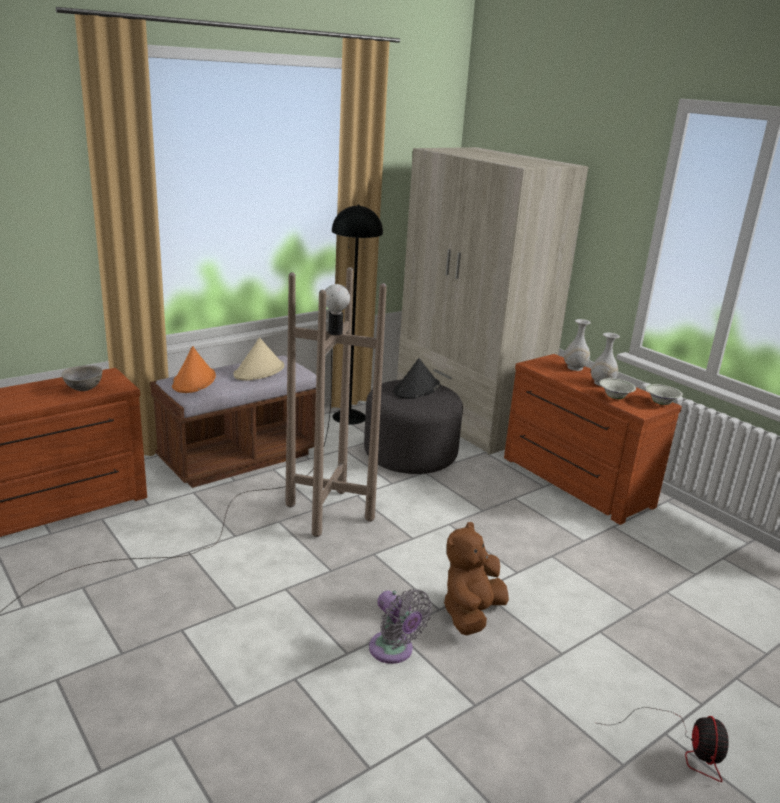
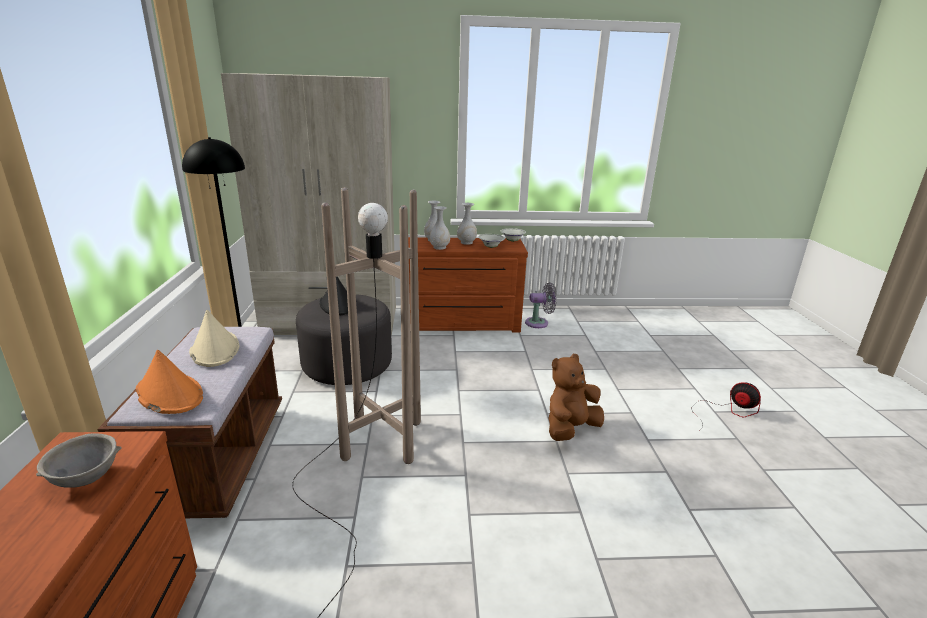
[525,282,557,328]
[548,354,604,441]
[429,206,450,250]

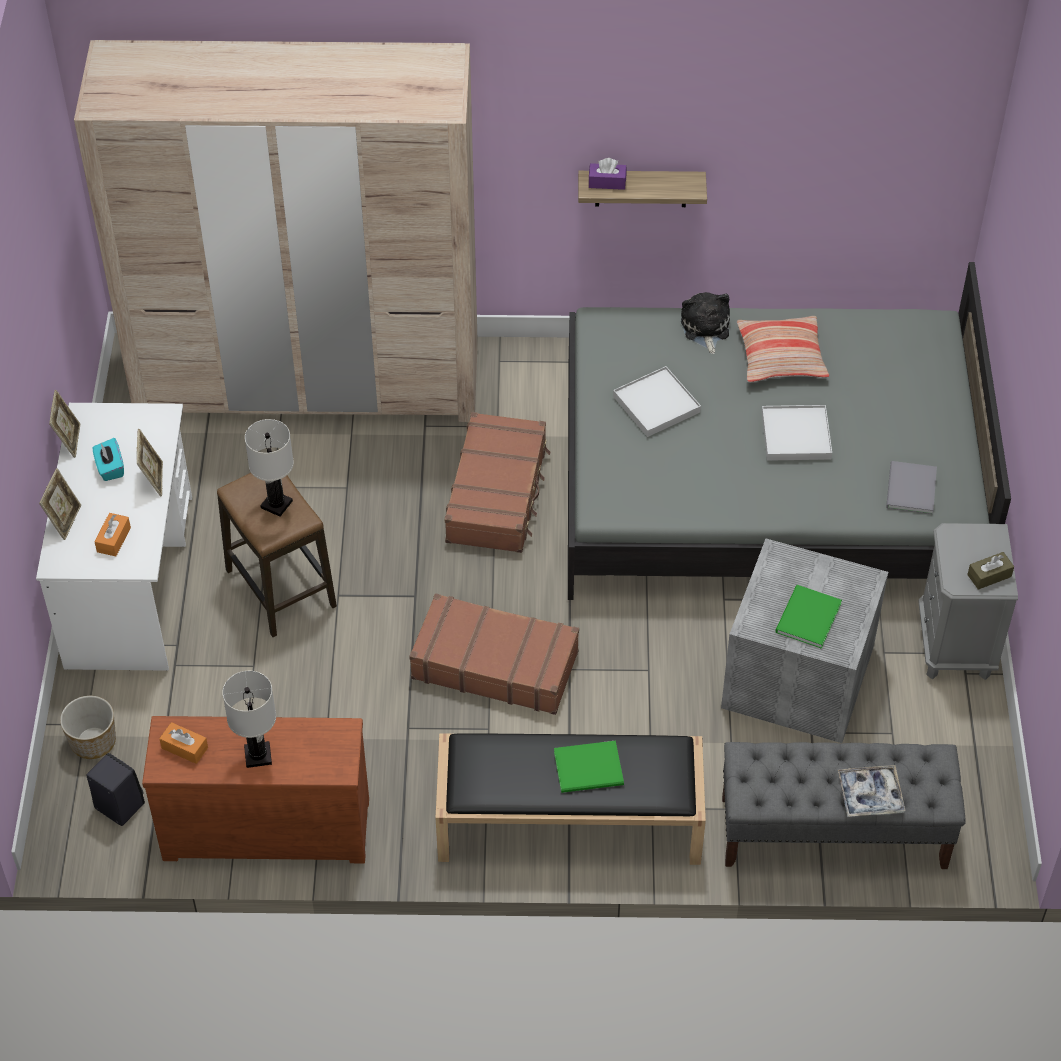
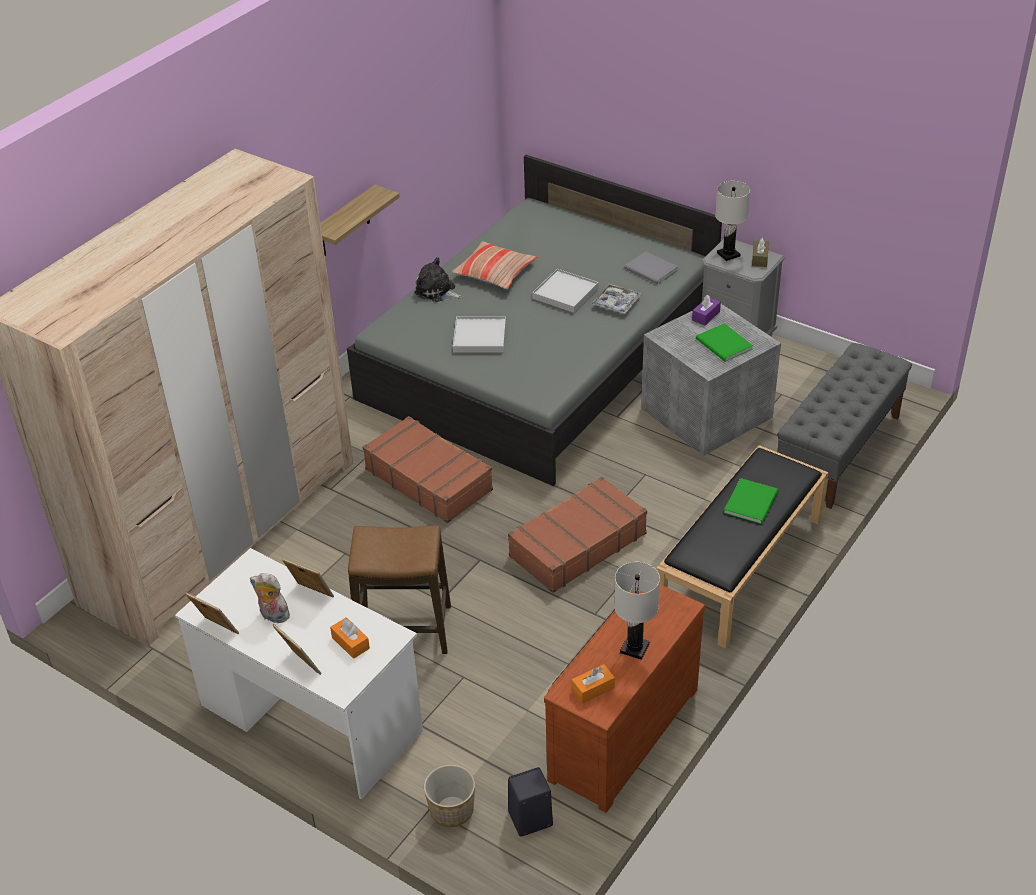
[250,573,290,623]
[715,181,750,261]
[692,295,721,326]
[592,283,641,314]

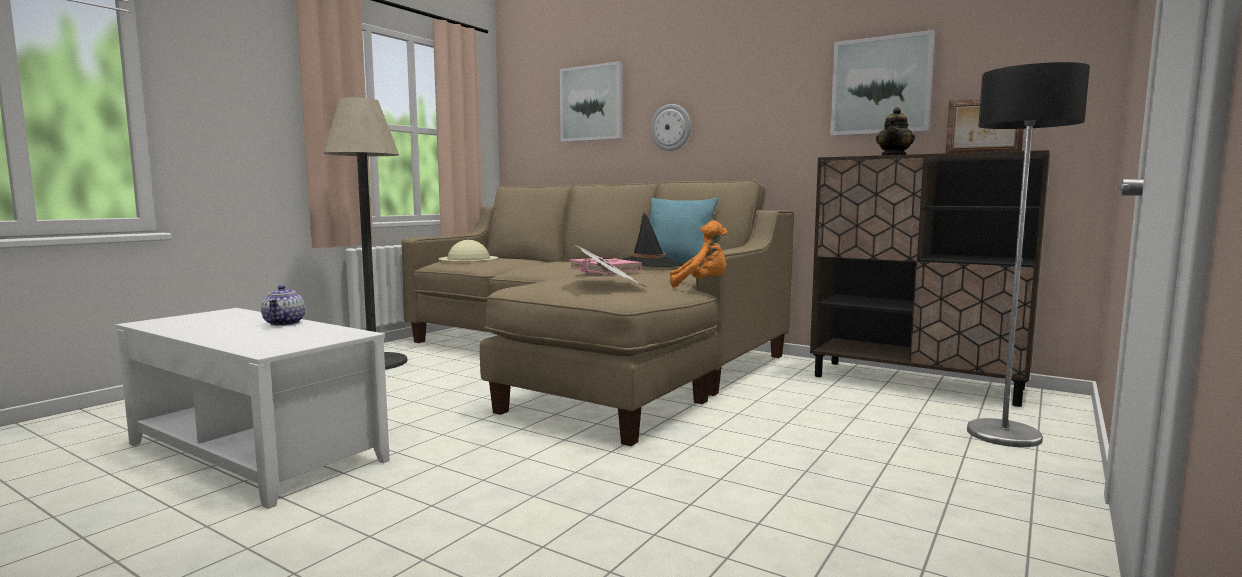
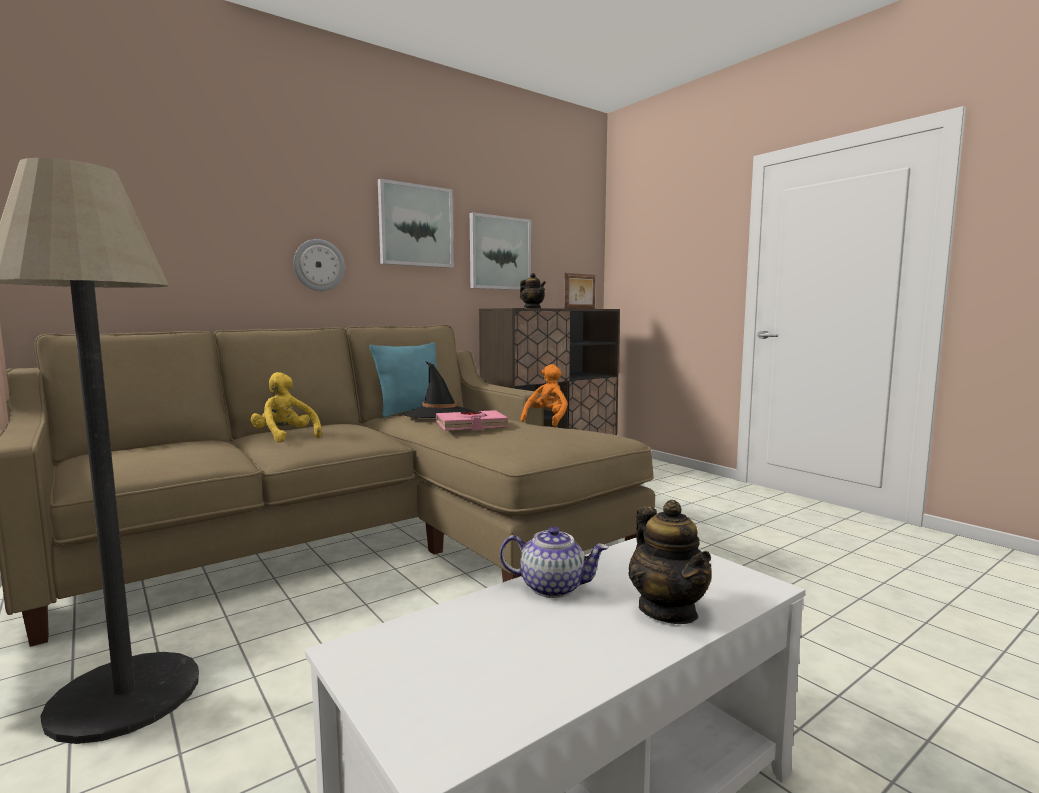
[439,240,498,262] (first image)
[378,179,454,268]
[572,244,648,287] (first image)
[967,62,1090,447] (first image)
[251,372,322,443]
[628,500,712,624]

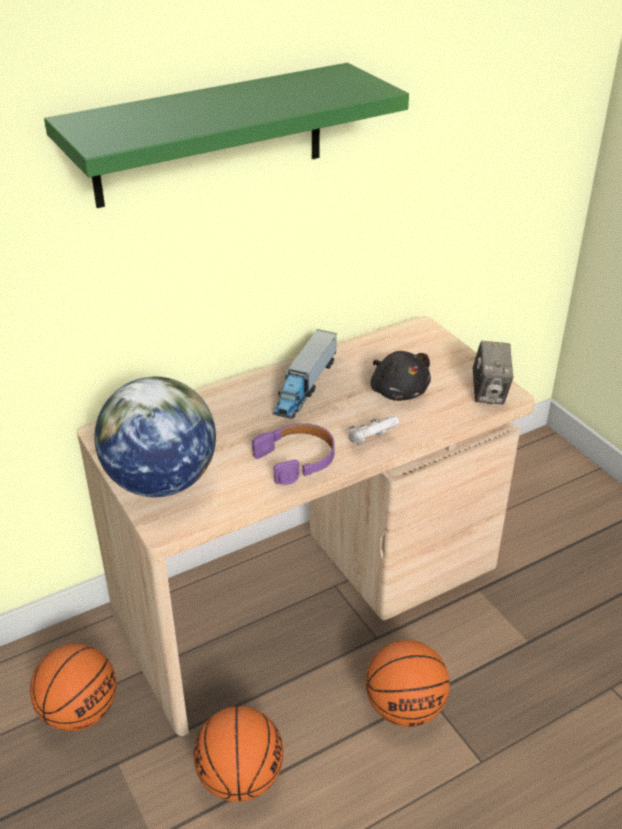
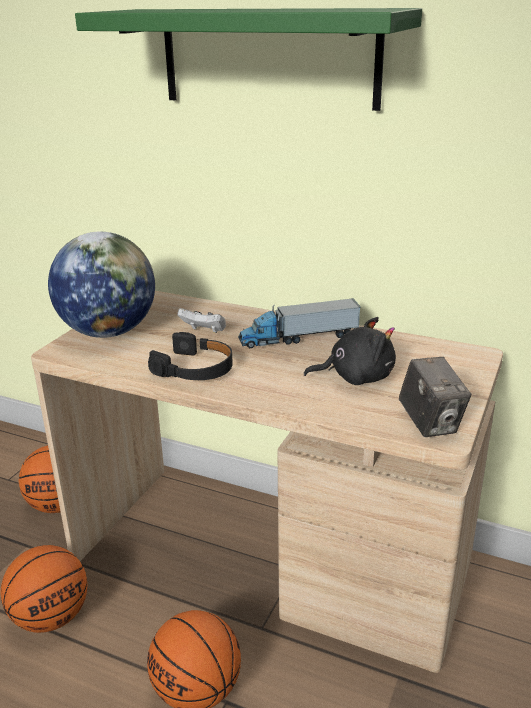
[148,332,233,380]
[178,308,226,333]
[304,317,396,385]
[398,357,471,437]

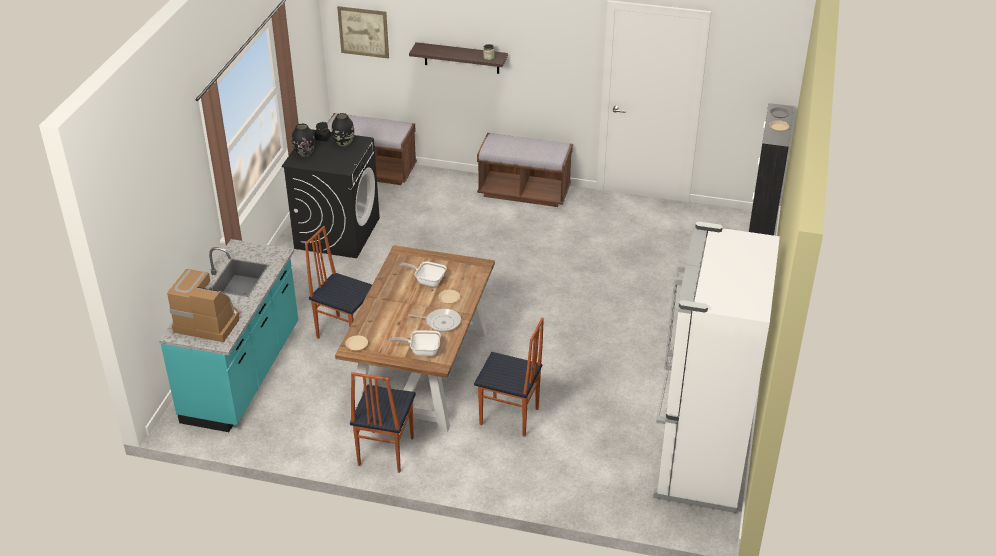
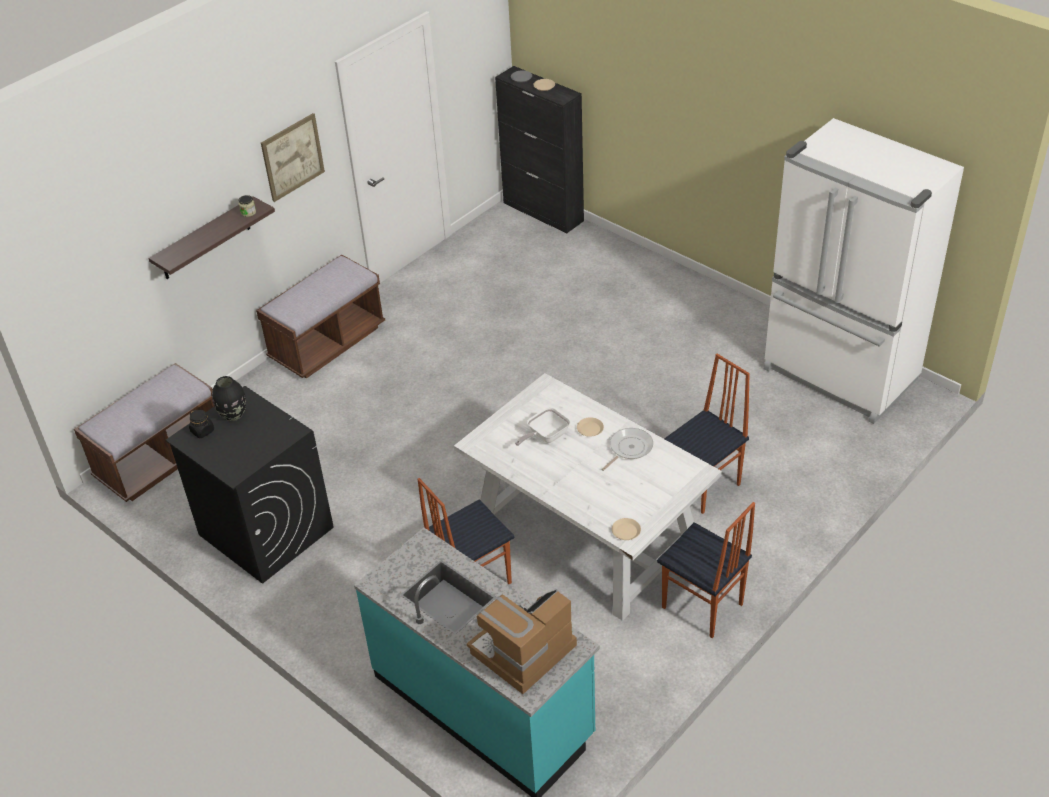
[292,124,315,157] (first image)
[454,373,722,621]
[261,113,325,202]
[389,330,441,356] (first image)

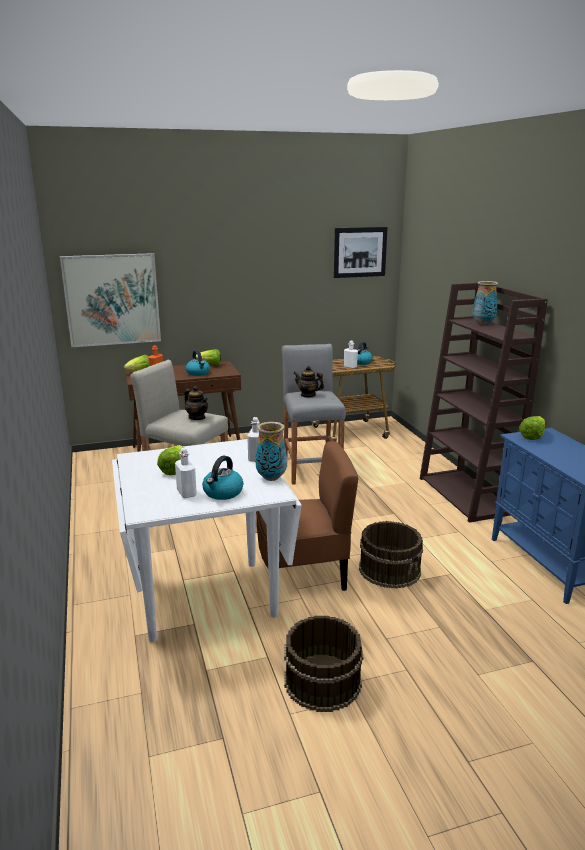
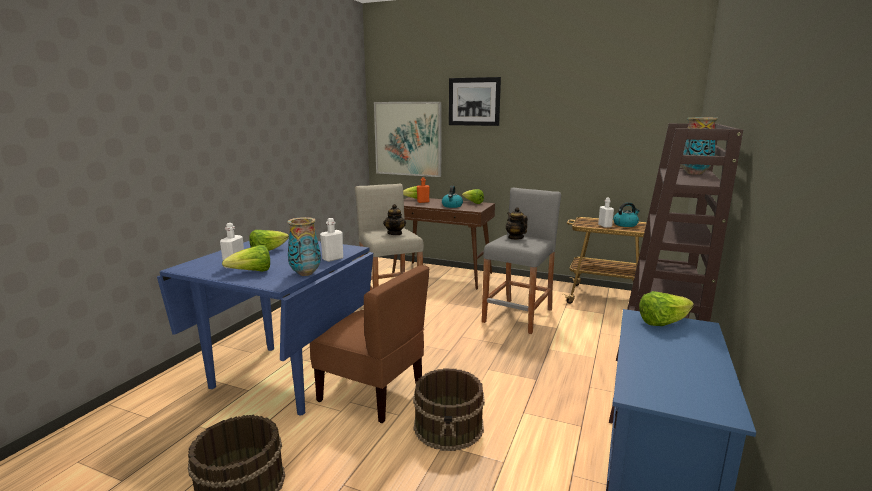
[157,238,373,415]
[222,245,270,272]
[449,77,501,126]

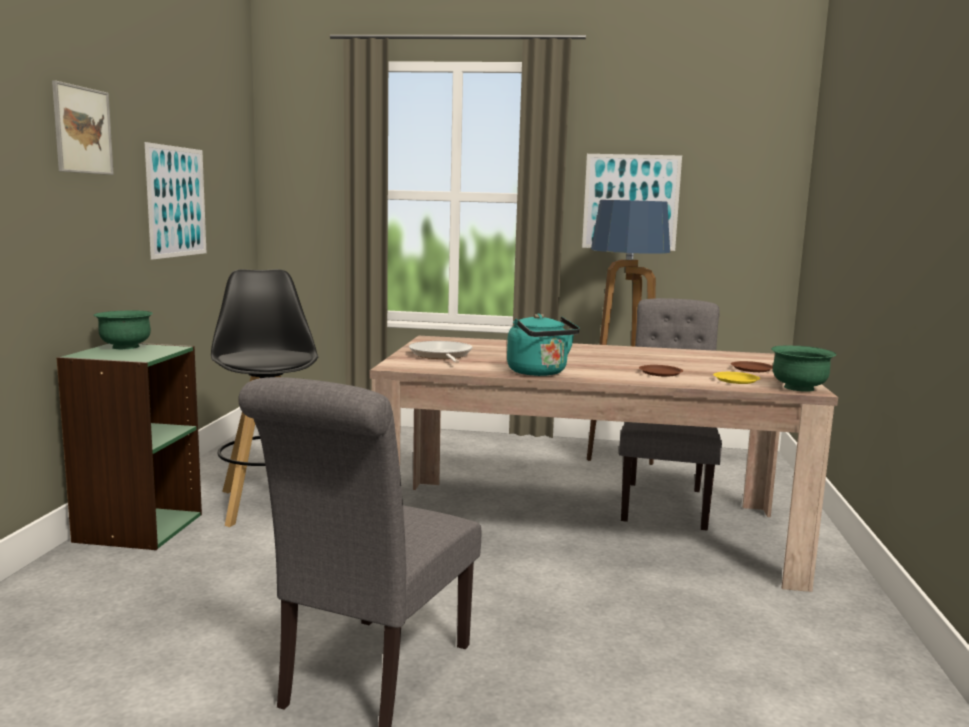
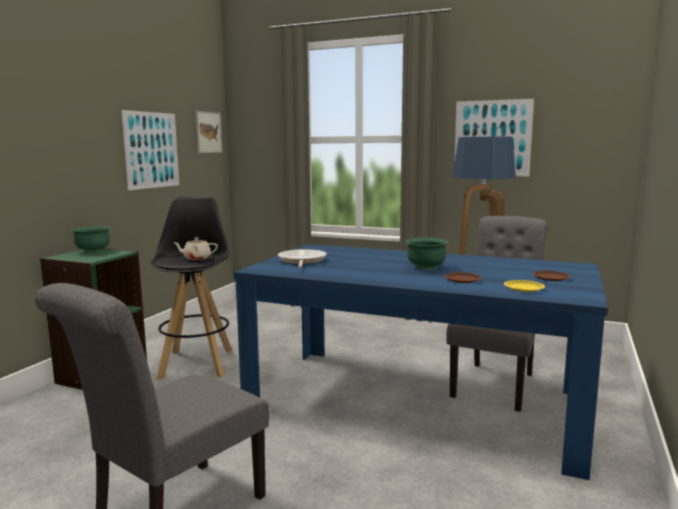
[195,111,223,153]
[233,244,608,480]
[507,314,580,376] (first image)
[405,238,449,270]
[173,237,218,260]

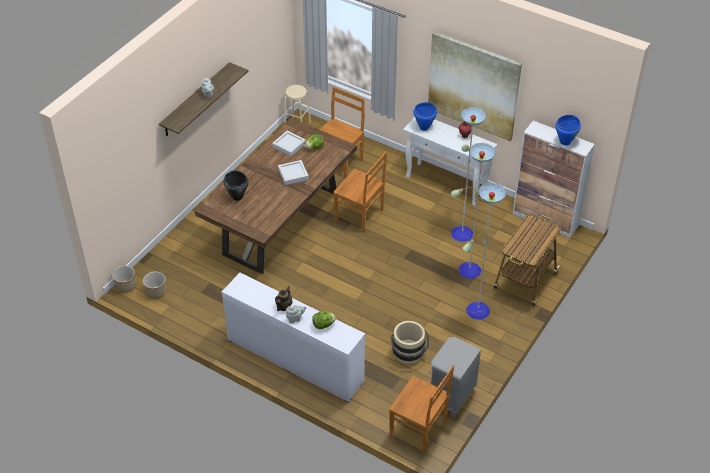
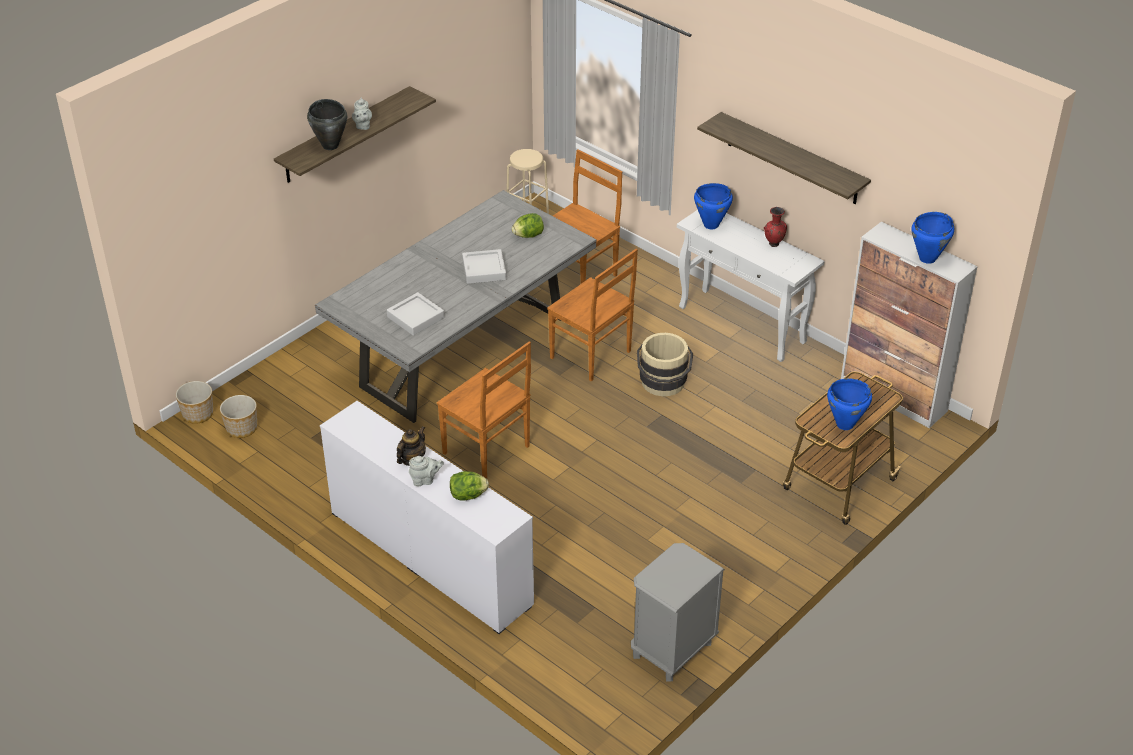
[315,190,596,423]
[307,99,347,150]
[387,292,445,336]
[437,341,531,479]
[637,333,693,396]
[697,112,871,204]
[451,107,506,320] (first image)
[827,378,872,430]

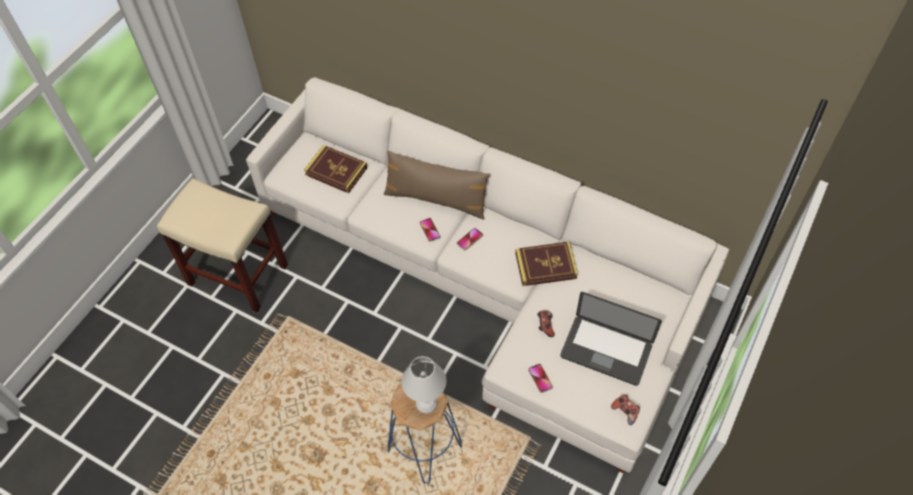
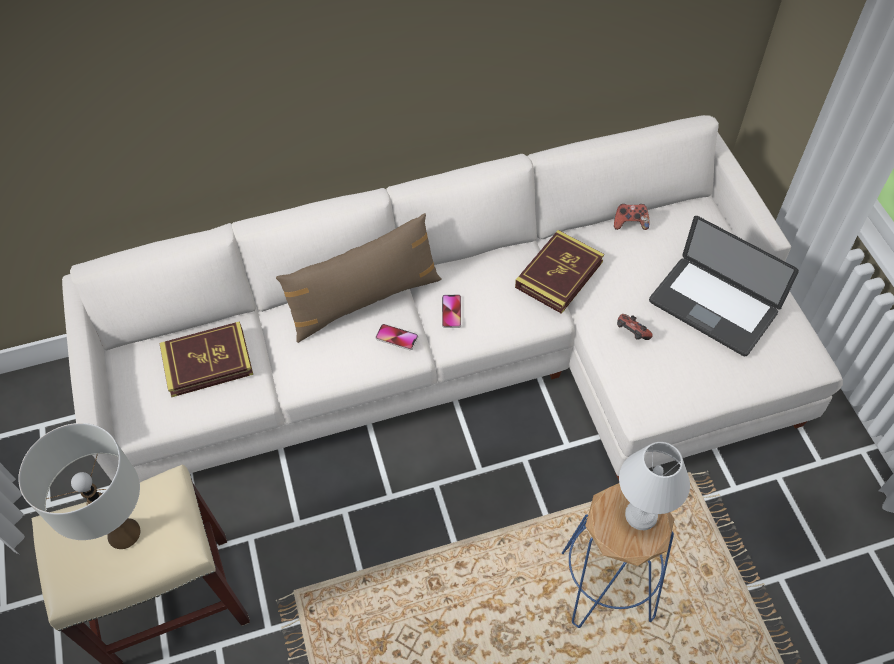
[528,364,553,393] (first image)
[649,216,799,356]
[614,204,649,230]
[18,423,140,549]

